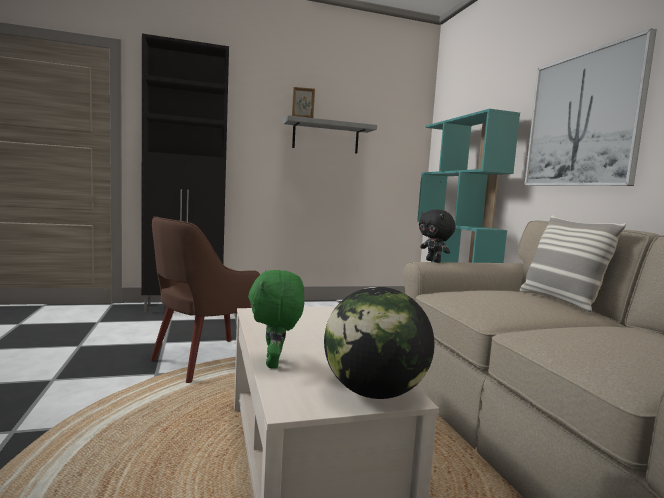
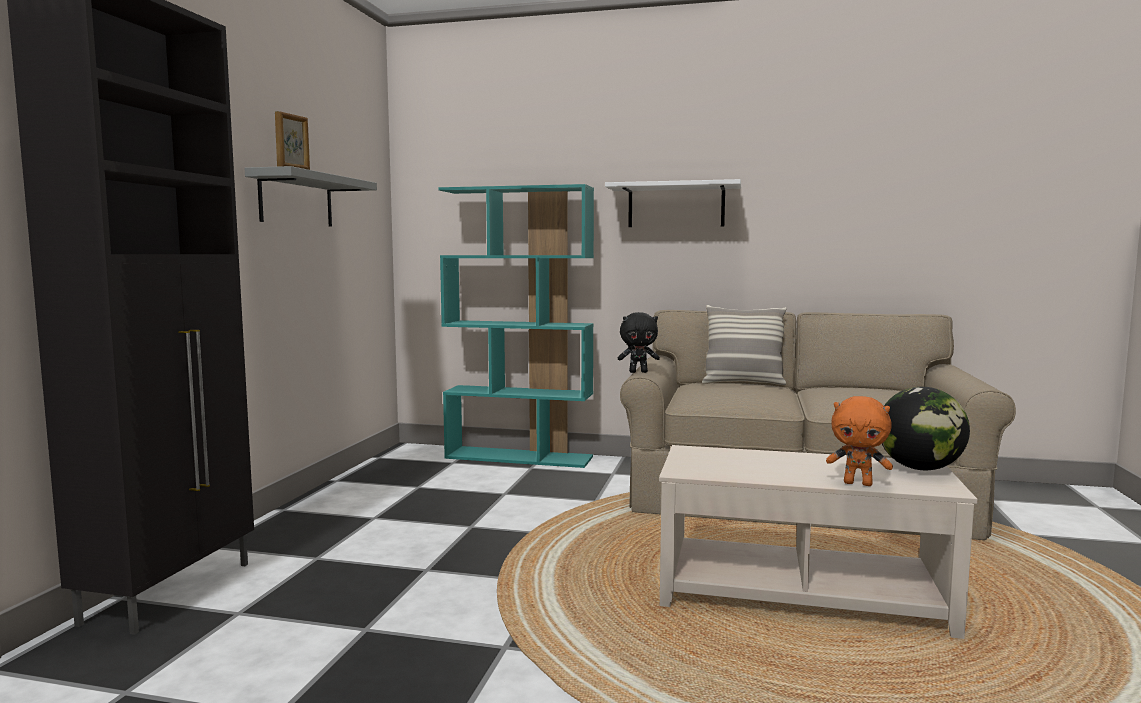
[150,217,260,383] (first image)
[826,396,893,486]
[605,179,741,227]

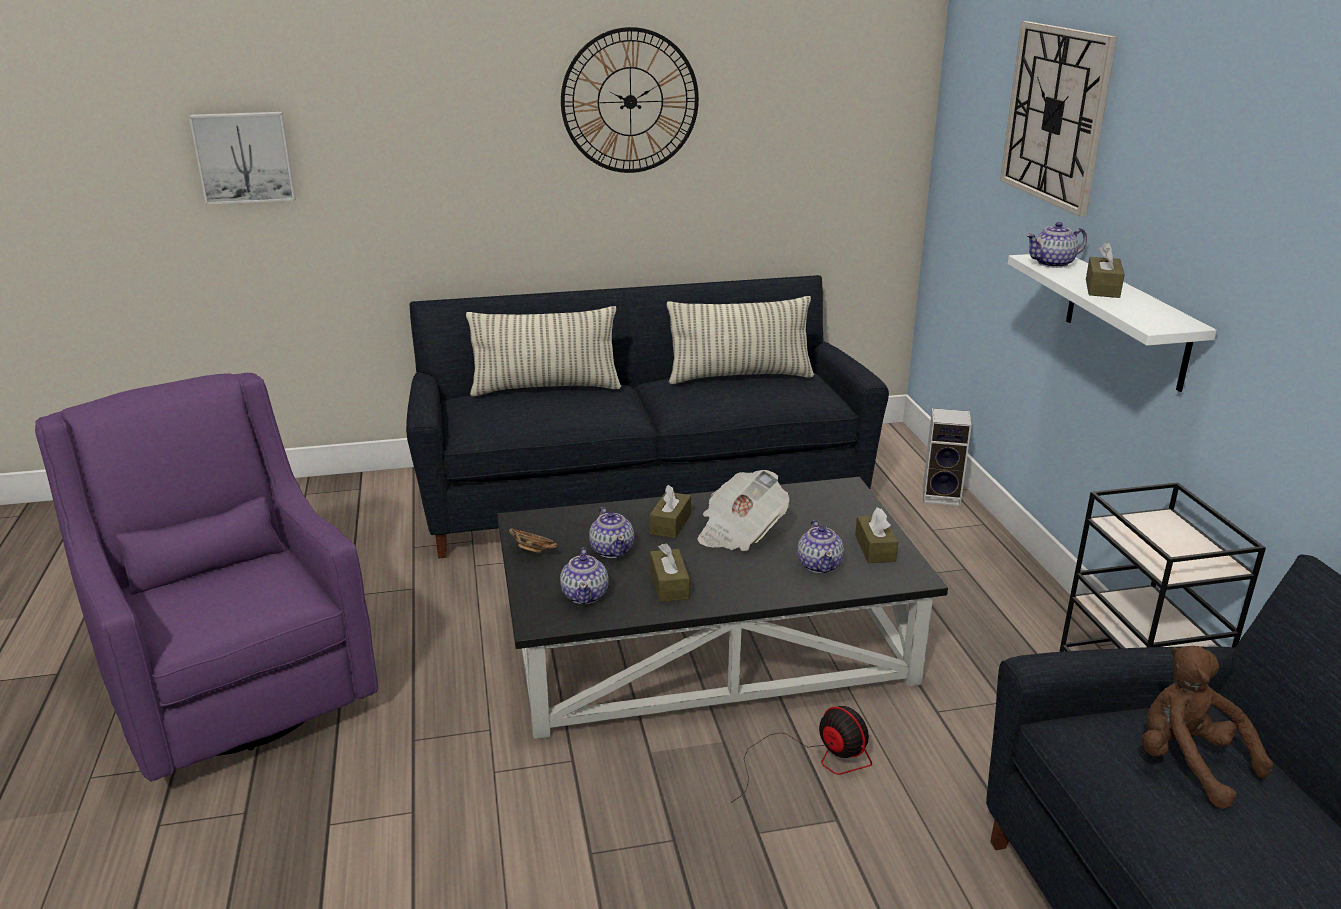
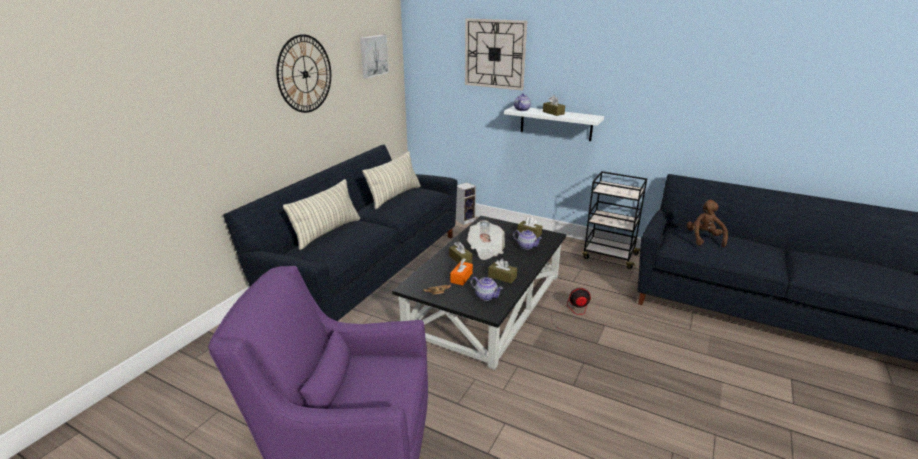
[360,35,389,78]
[450,259,473,285]
[687,200,728,248]

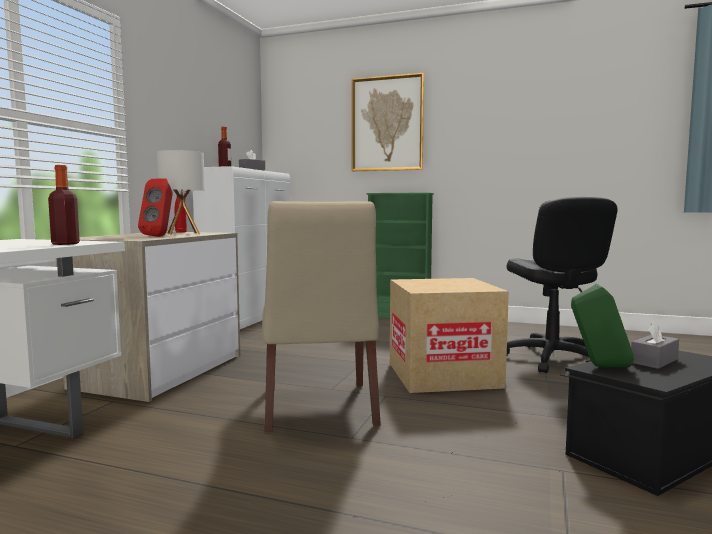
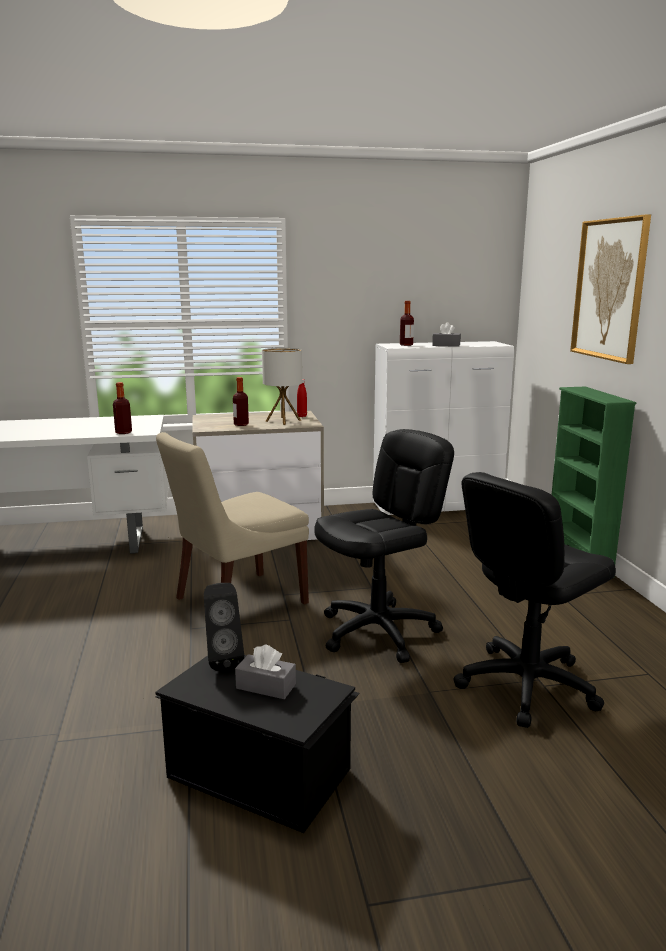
[233,377,249,426]
[314,429,454,663]
[204,583,244,671]

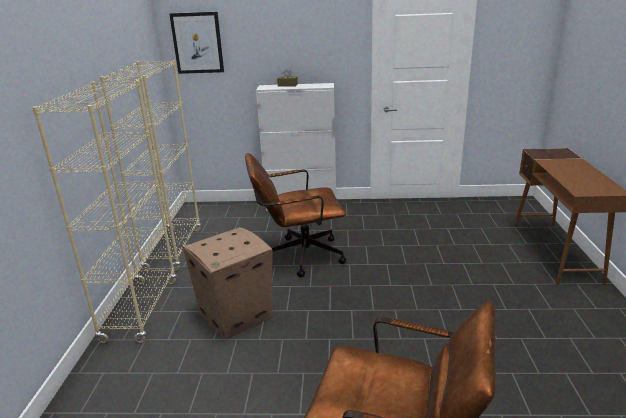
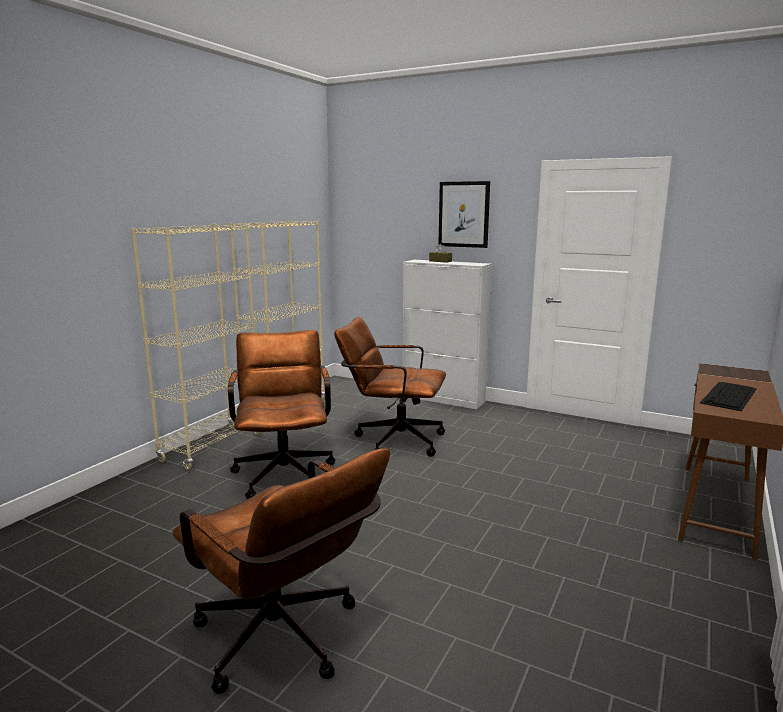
[438,181,490,248]
[228,330,336,499]
[700,382,757,411]

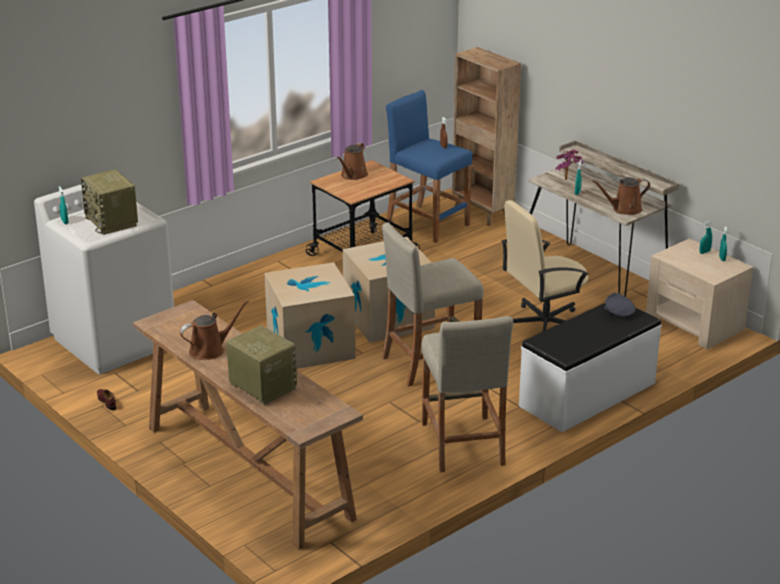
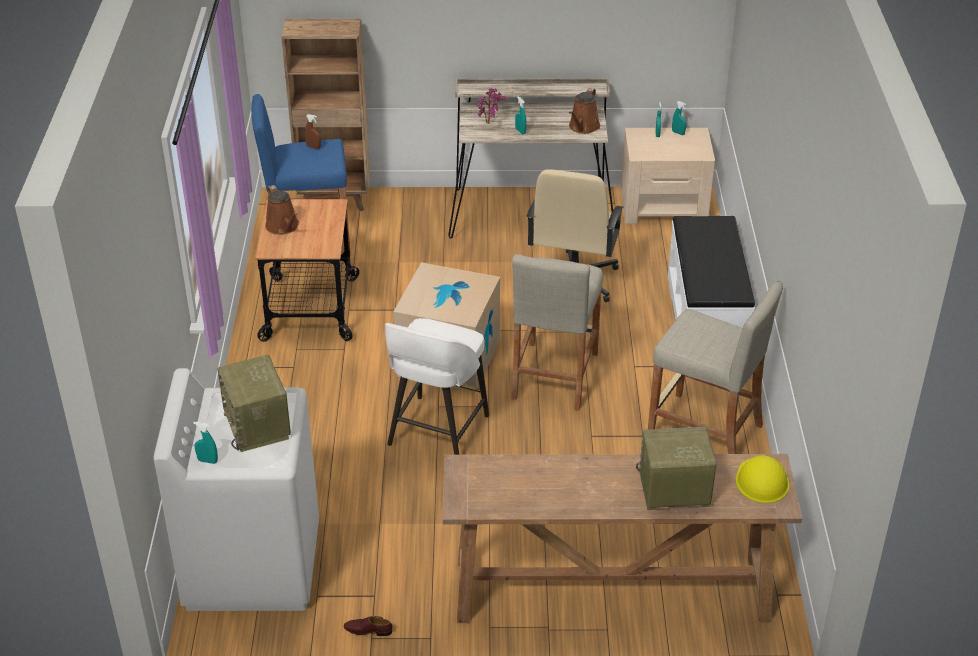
[217,355,291,452]
[180,300,249,360] (first image)
[385,318,489,455]
[604,293,636,317] (first image)
[736,455,789,503]

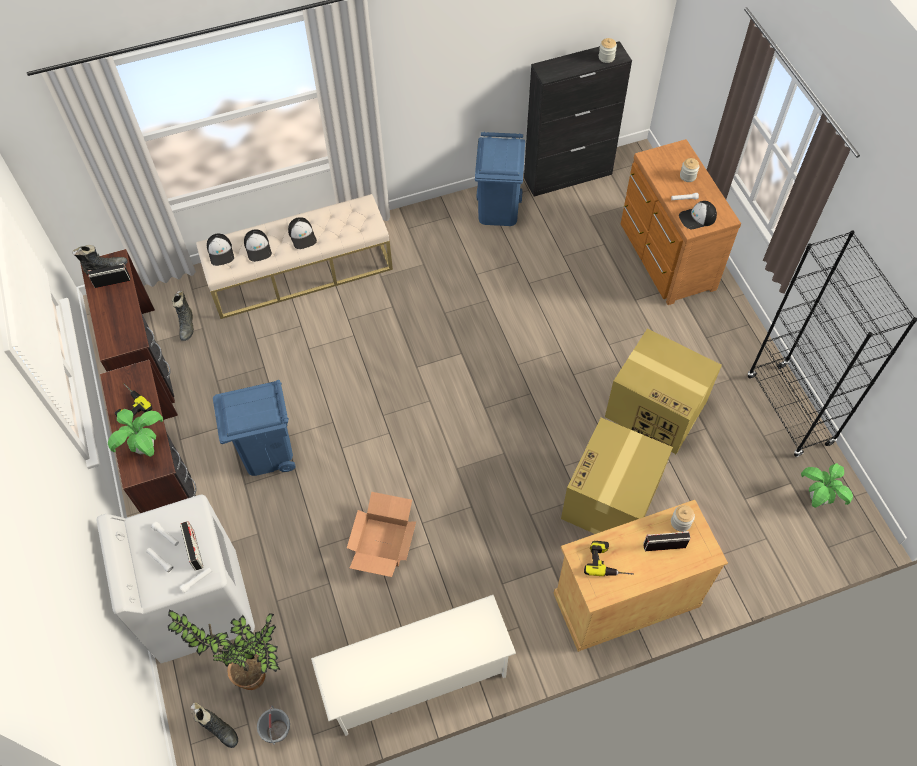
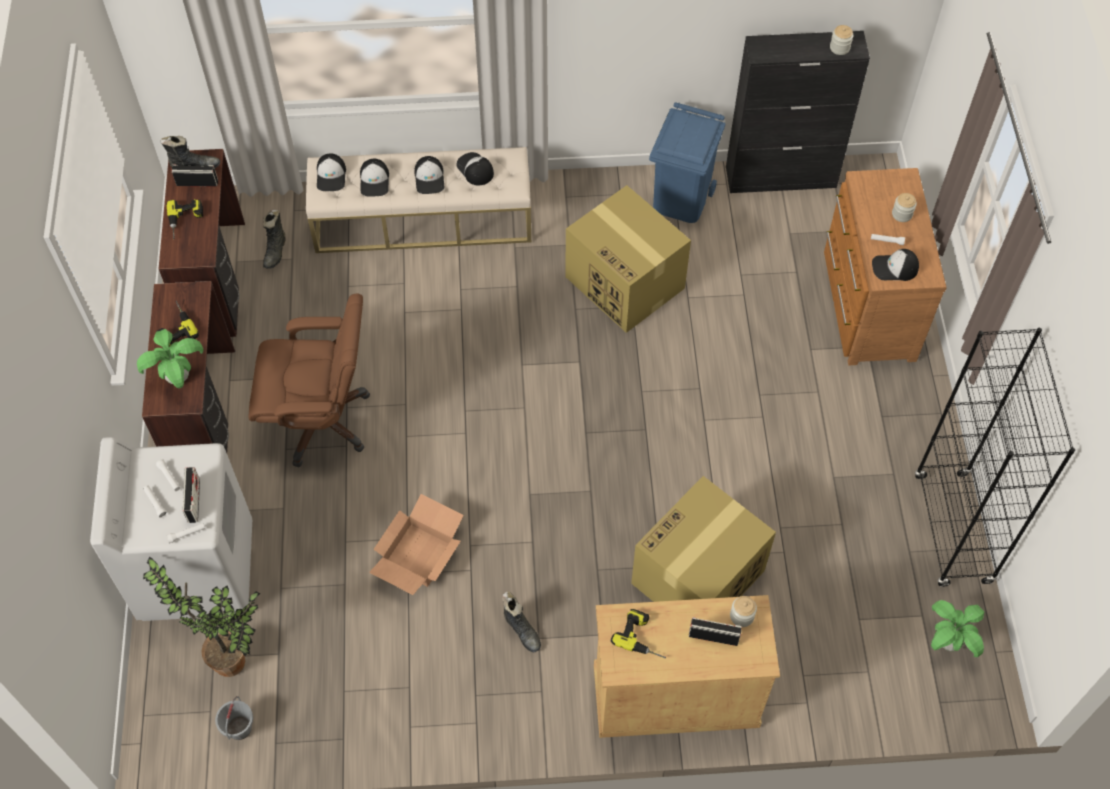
[502,592,541,652]
[248,294,370,467]
[311,595,516,736] (first image)
[565,185,691,333]
[167,199,203,239]
[457,152,494,185]

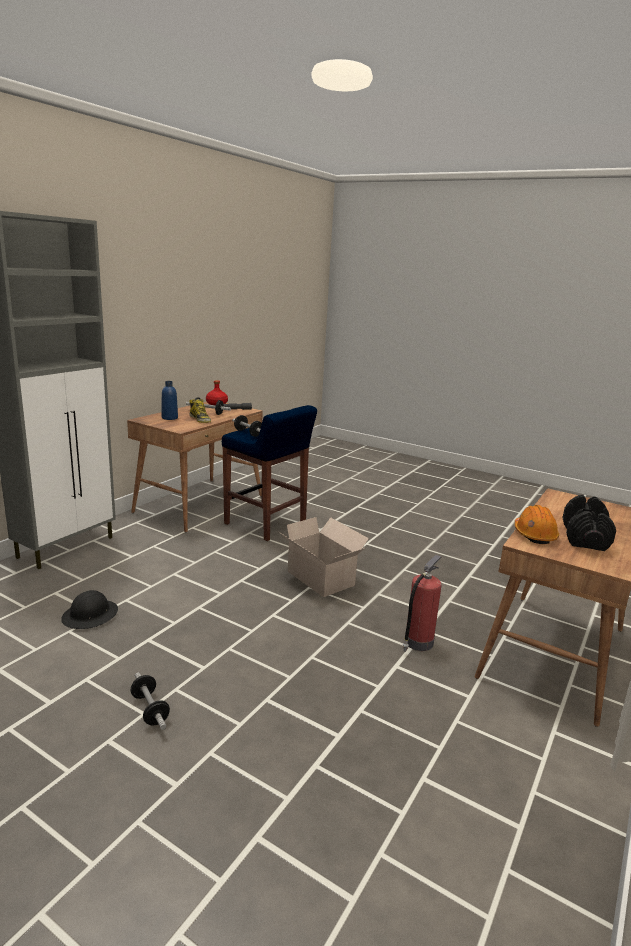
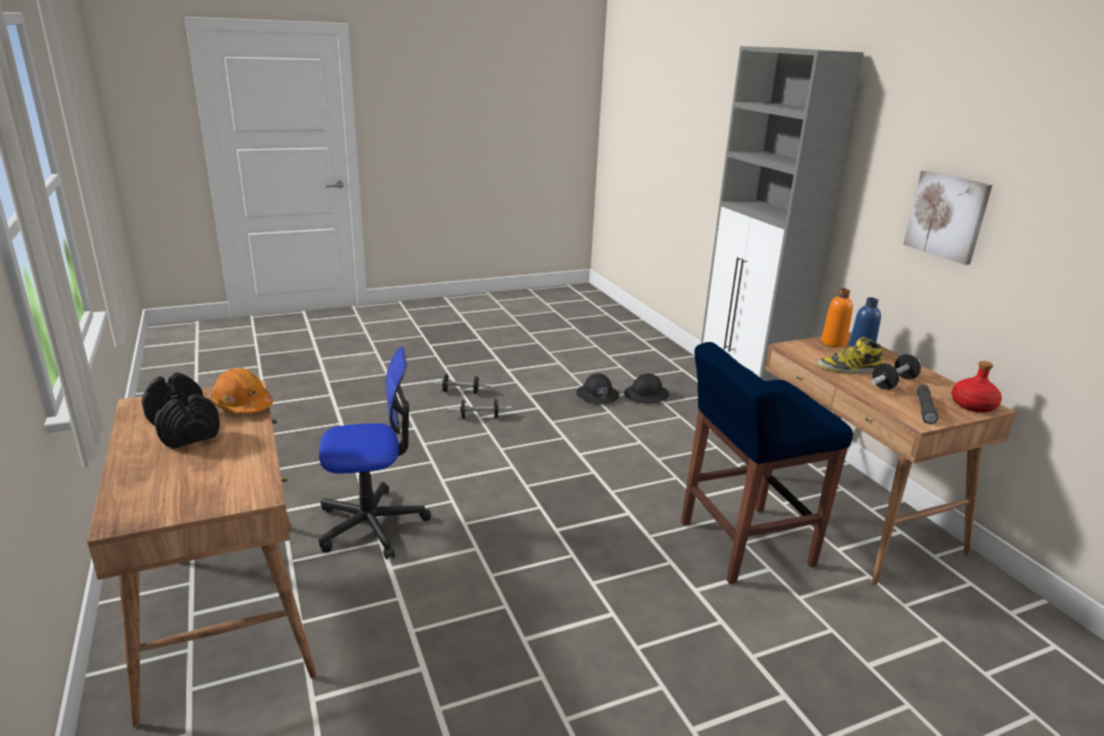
[448,399,511,419]
[279,517,369,597] (first image)
[318,347,431,560]
[624,373,669,404]
[821,288,853,347]
[903,171,992,265]

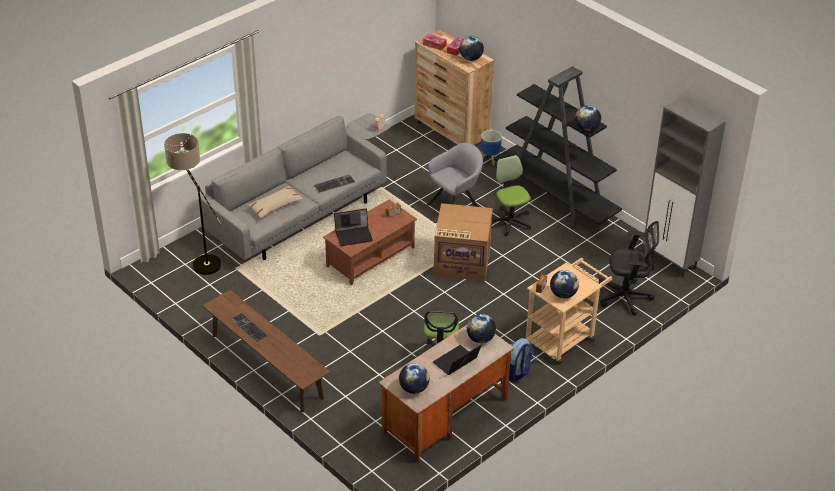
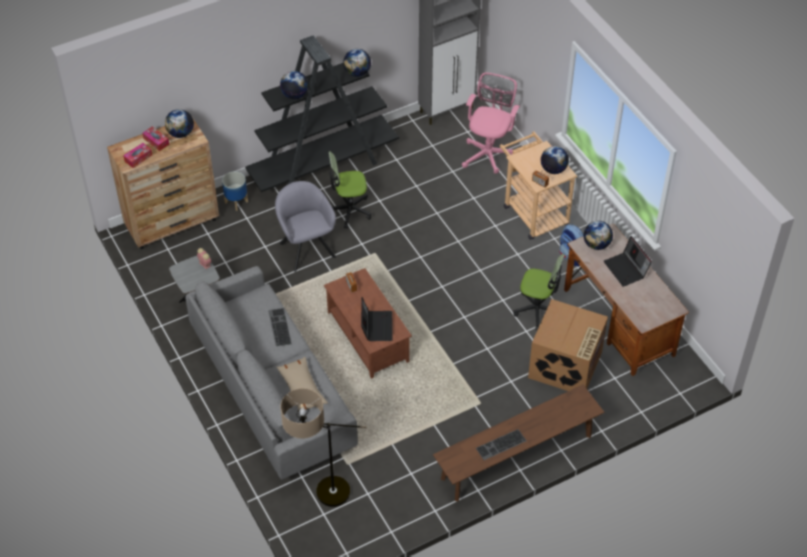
[280,71,308,99]
[528,299,608,391]
[462,73,520,174]

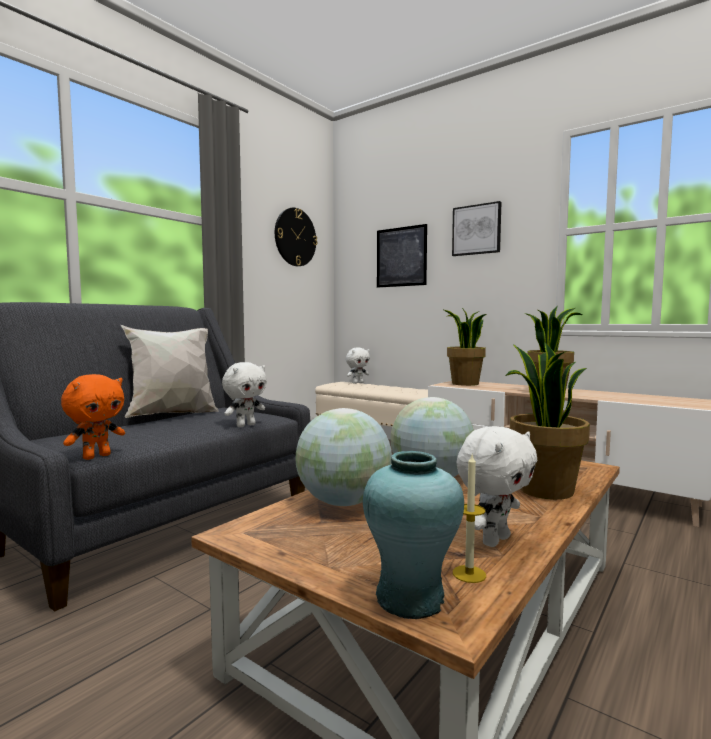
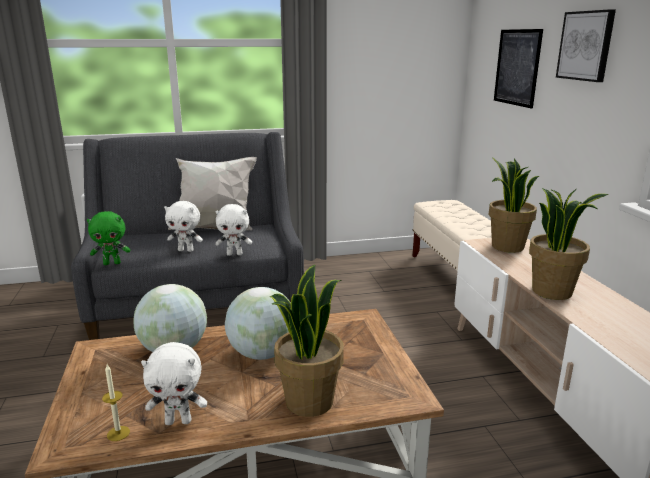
[87,211,130,265]
[275,208,317,266] (first image)
[164,201,203,252]
[363,451,464,619] (first image)

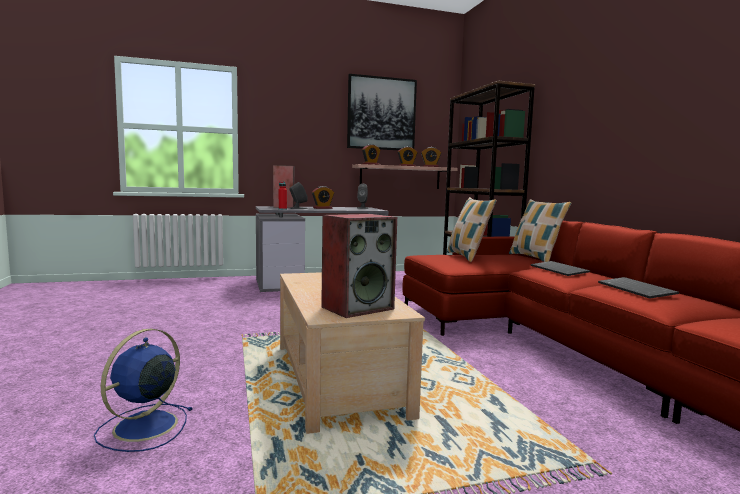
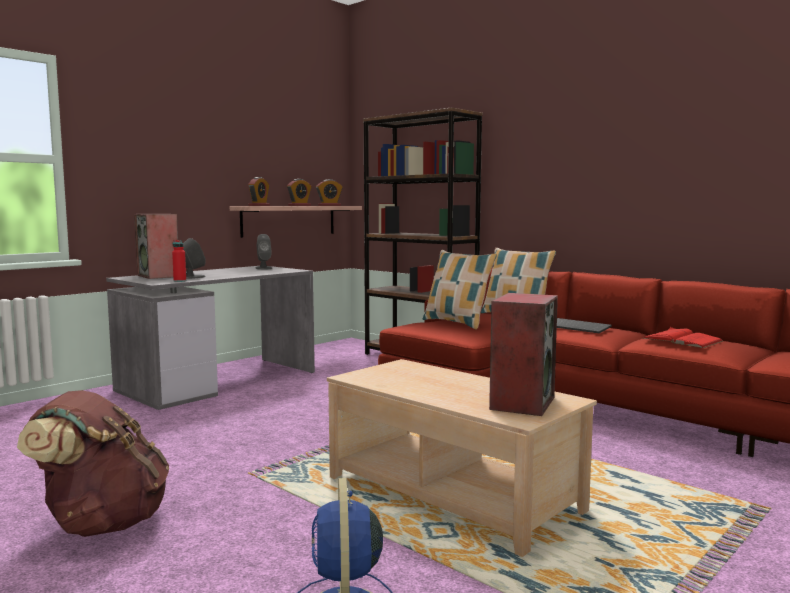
[312,186,334,209] (first image)
[347,74,417,150] (first image)
[643,327,723,348]
[17,390,169,537]

